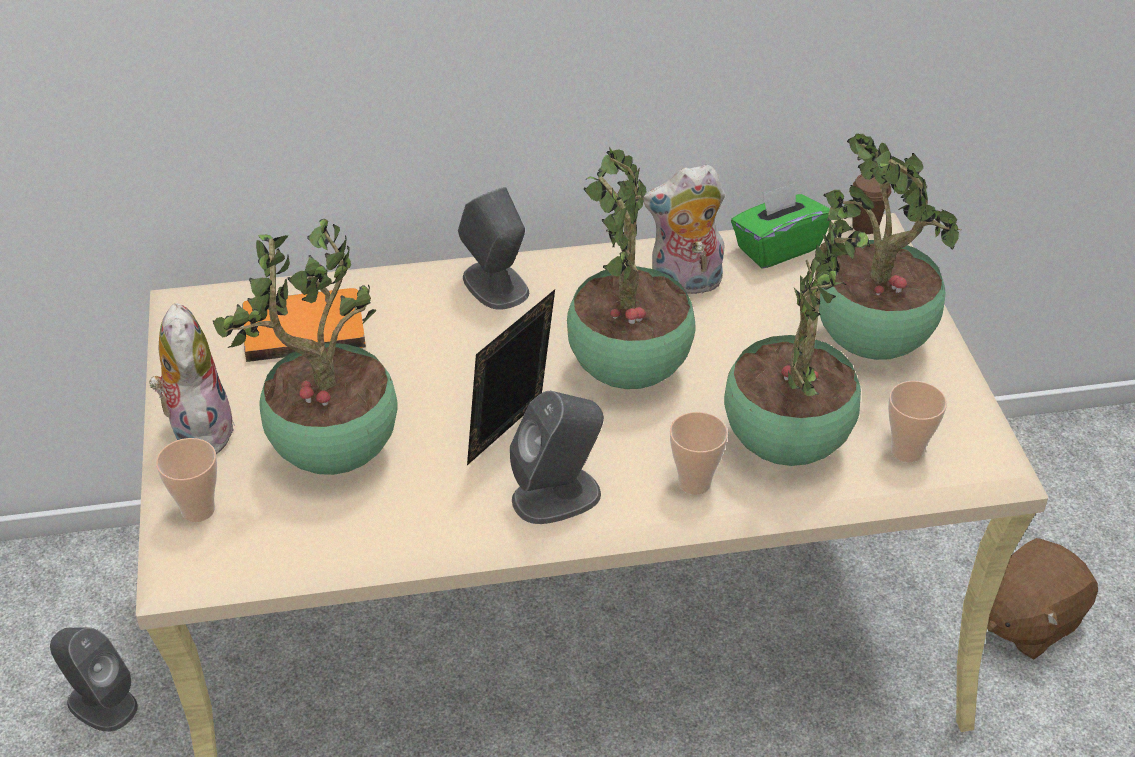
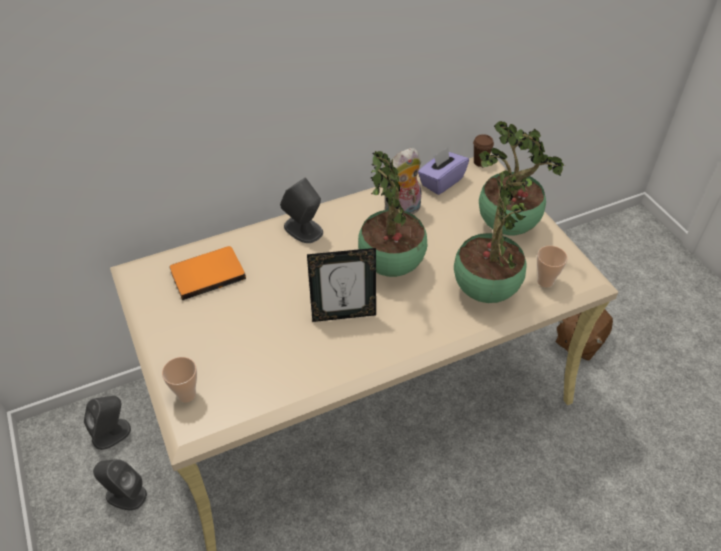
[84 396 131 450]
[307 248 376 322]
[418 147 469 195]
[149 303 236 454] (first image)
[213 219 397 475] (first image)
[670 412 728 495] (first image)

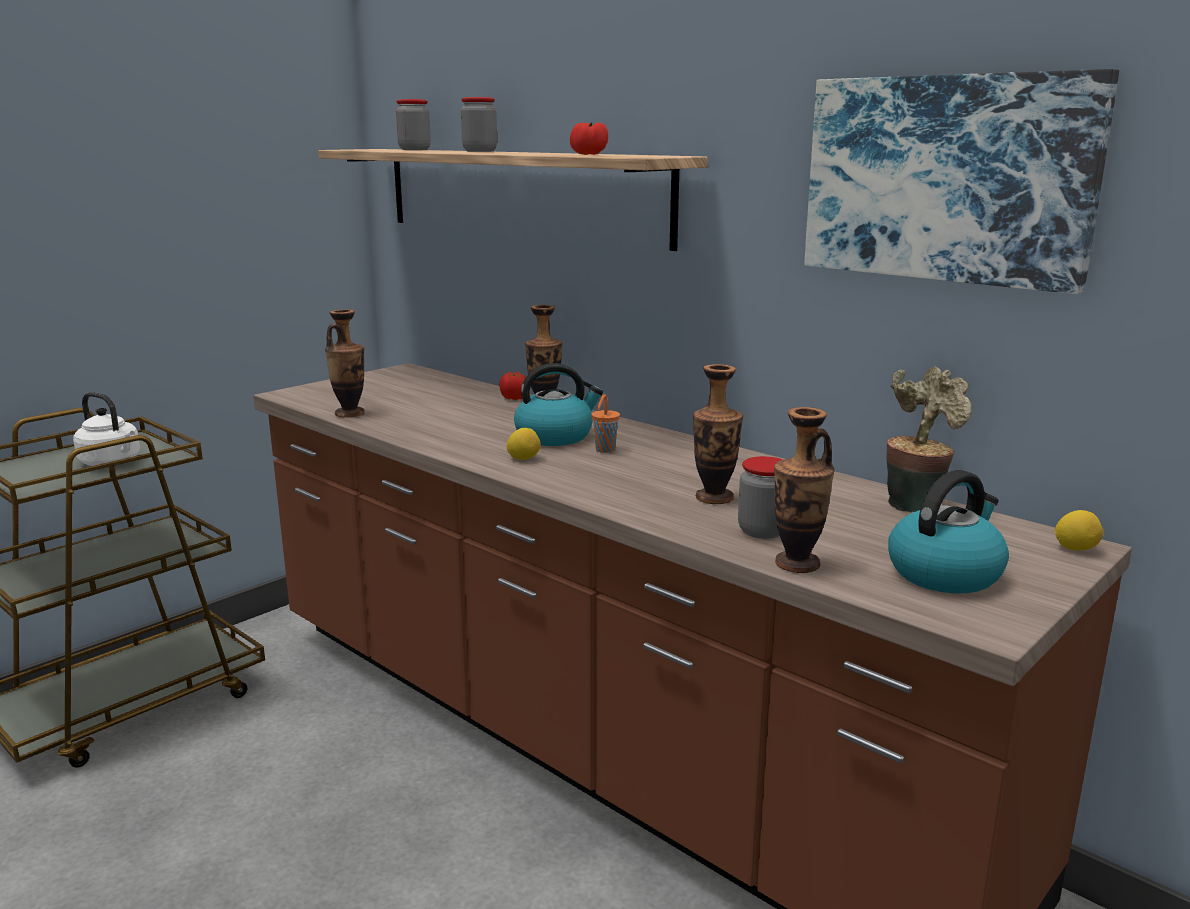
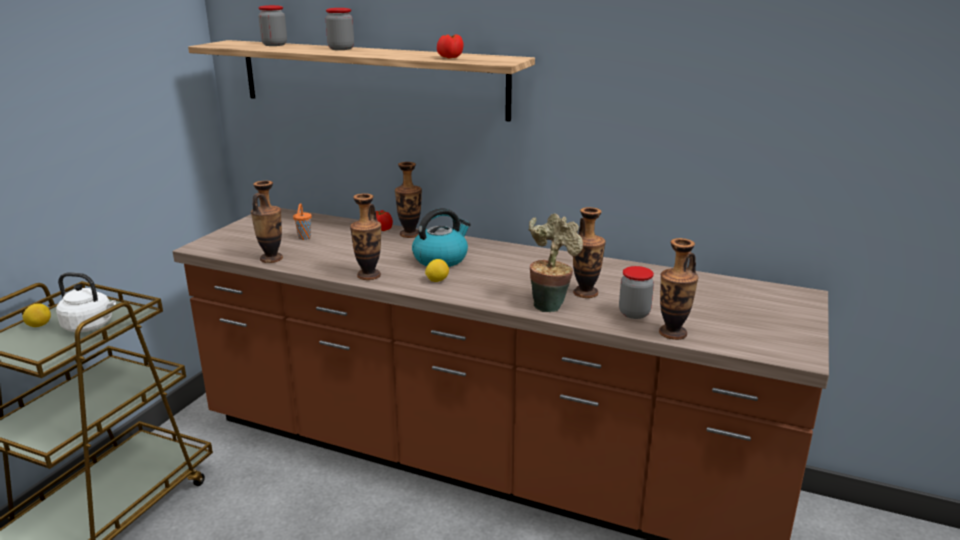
[23 303 51 327]
[293 203 312 240]
[350 193 381 280]
[528 213 583 312]
[804 69 1119 294] (first image)
[888 470 1009 593] (first image)

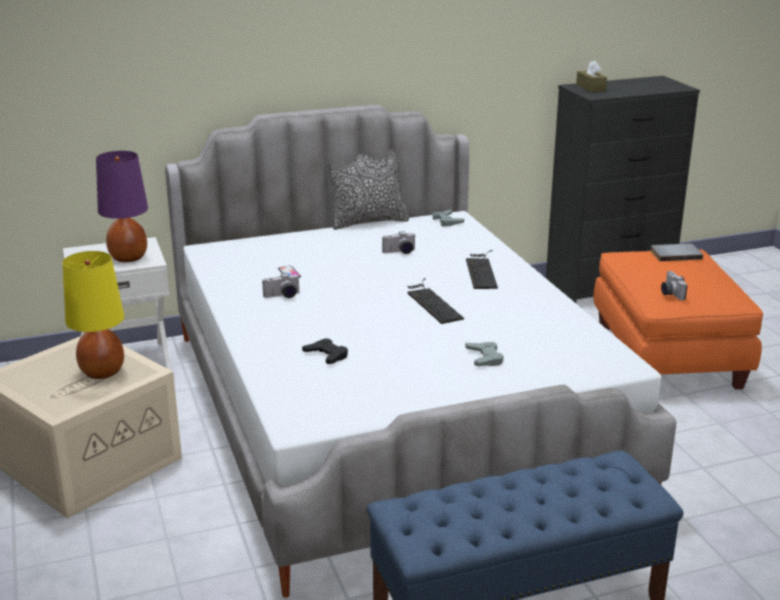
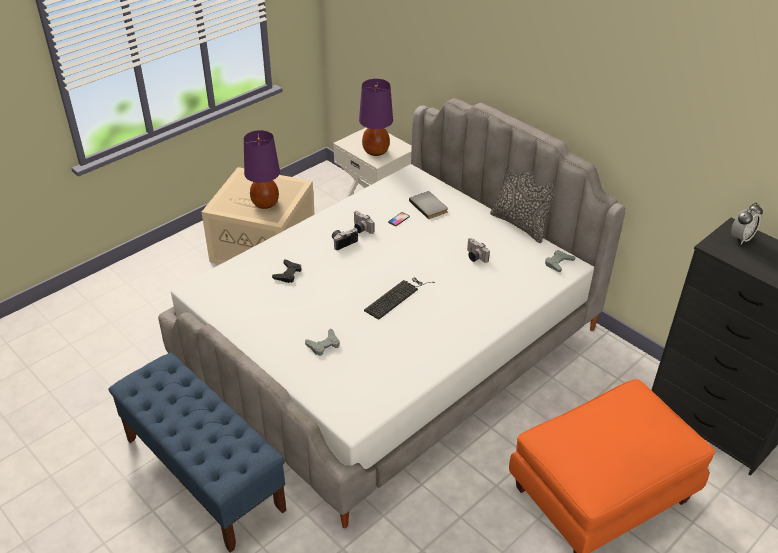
[244 130 280 209]
[332 228 358 250]
[409 191 448 219]
[731 203 763 244]
[466 250 498 289] (first image)

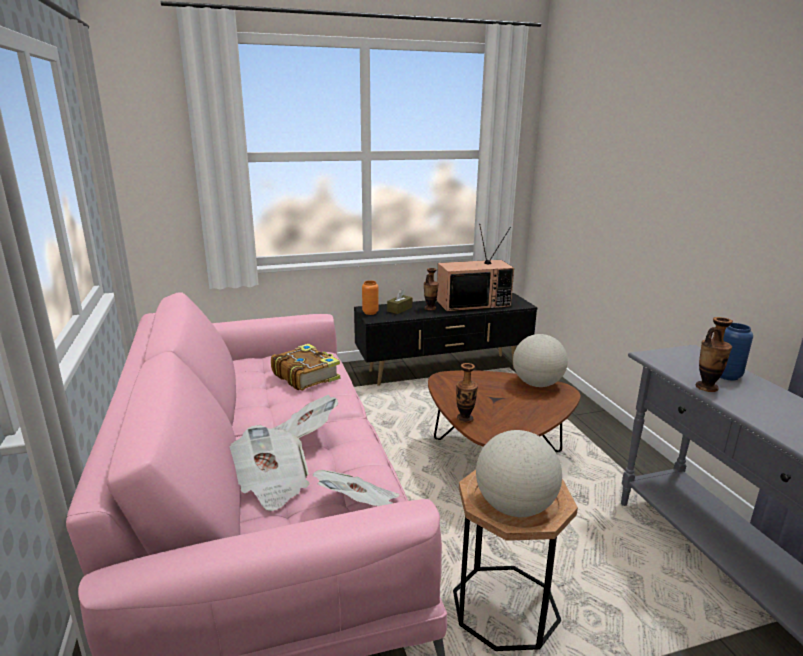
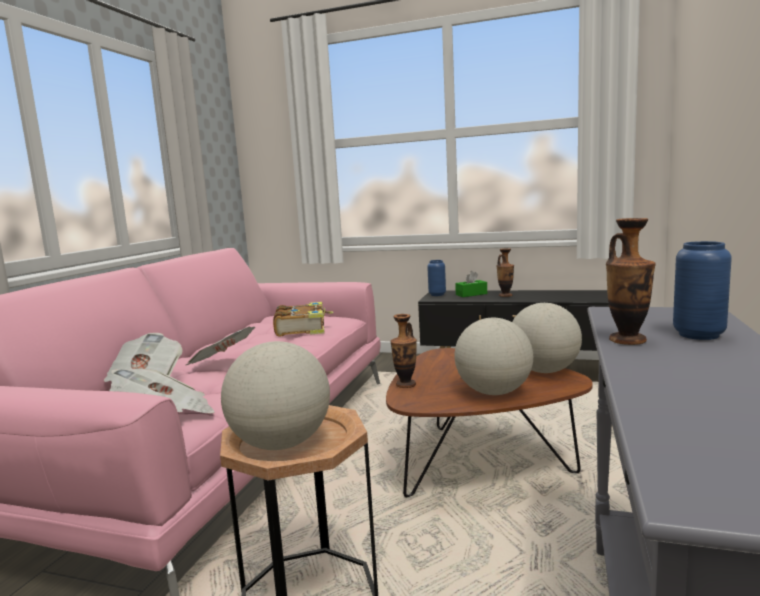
[427 260 446 296]
[454 318 533 395]
[455 271 487 297]
[437 224 514 312] (first image)

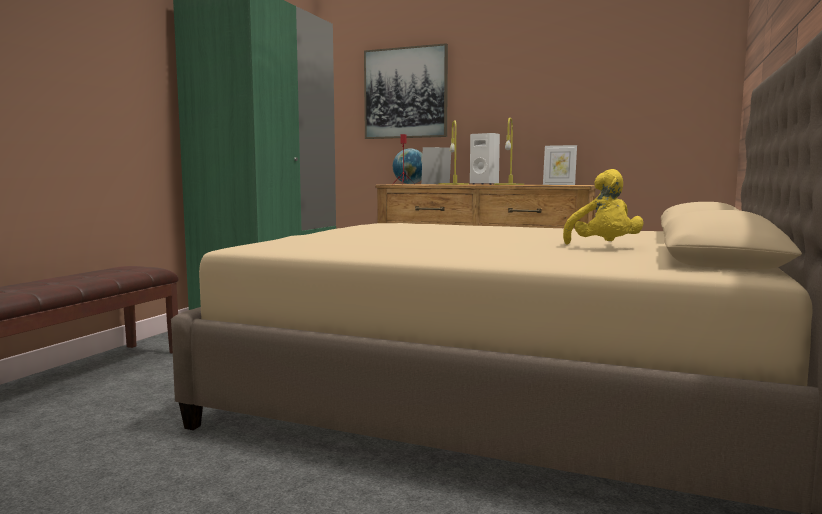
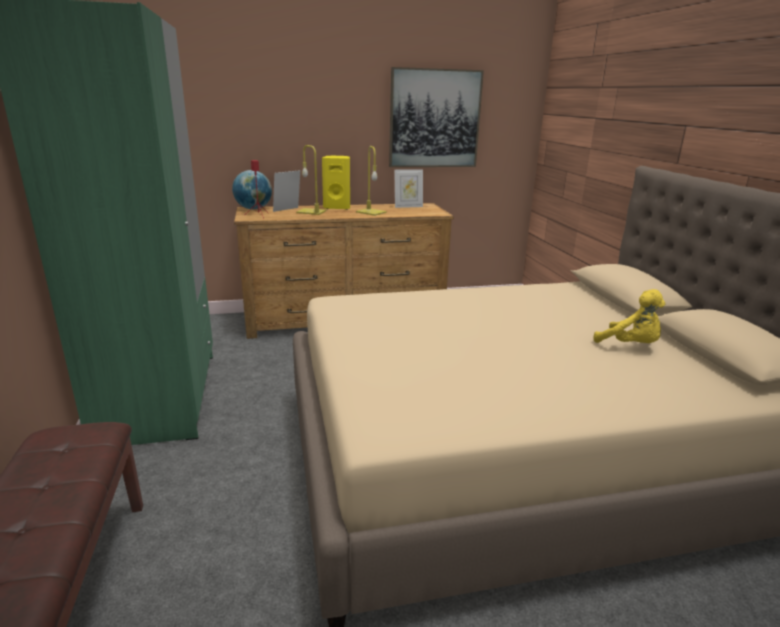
[322 156 350 210]
[389 67 484 167]

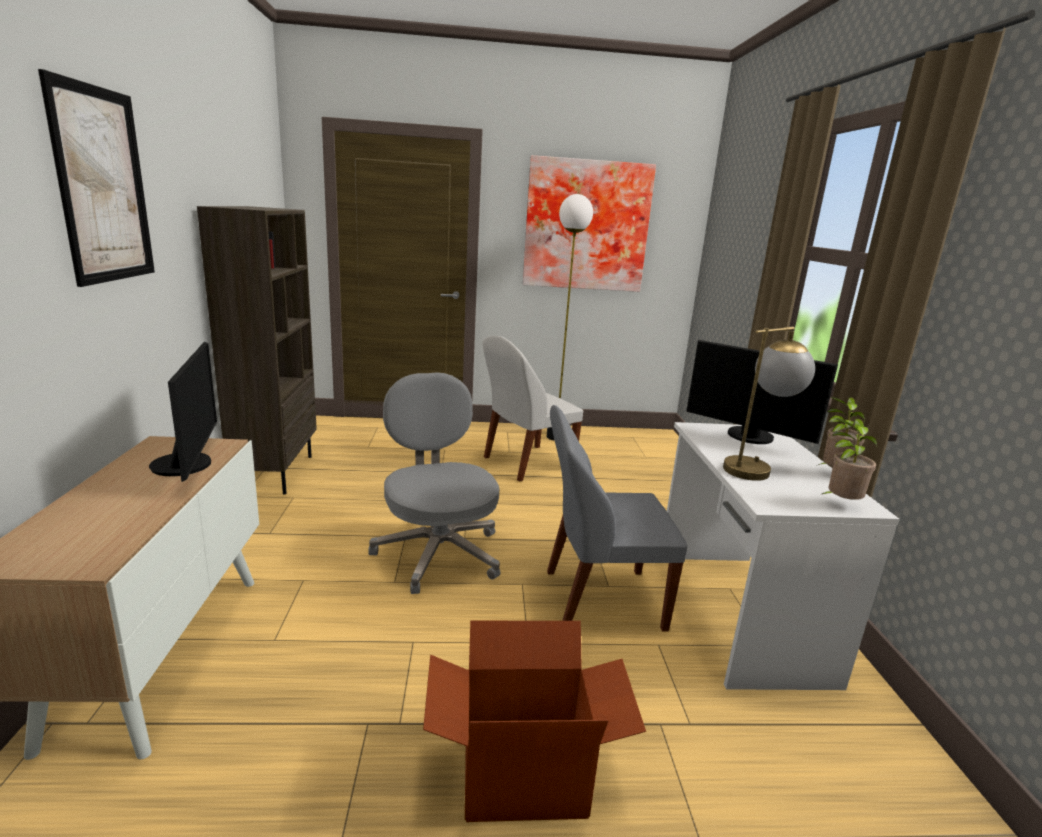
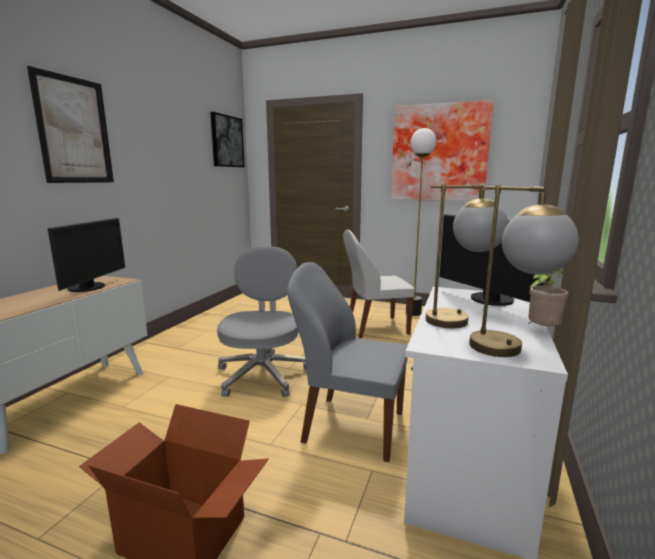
[210 112 245 167]
[469 185 579 357]
[197 206 317 494] (first image)

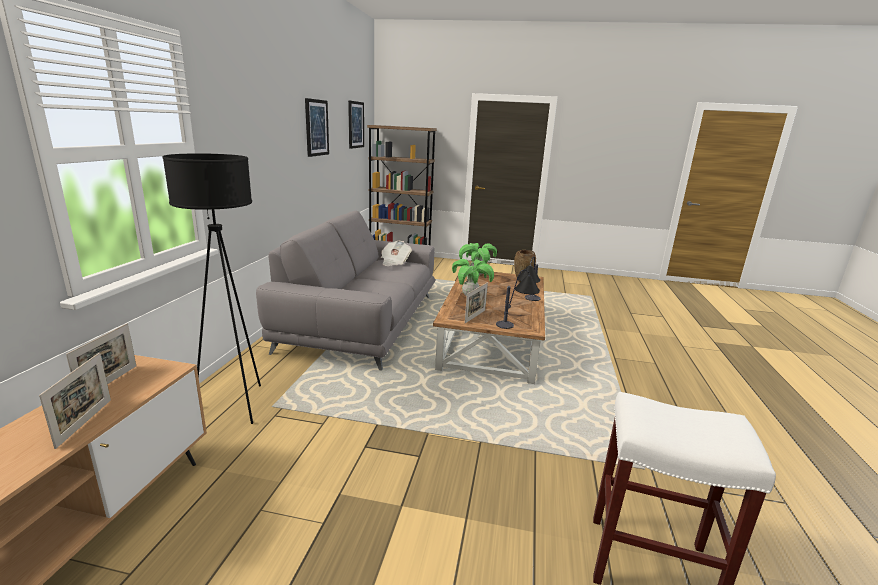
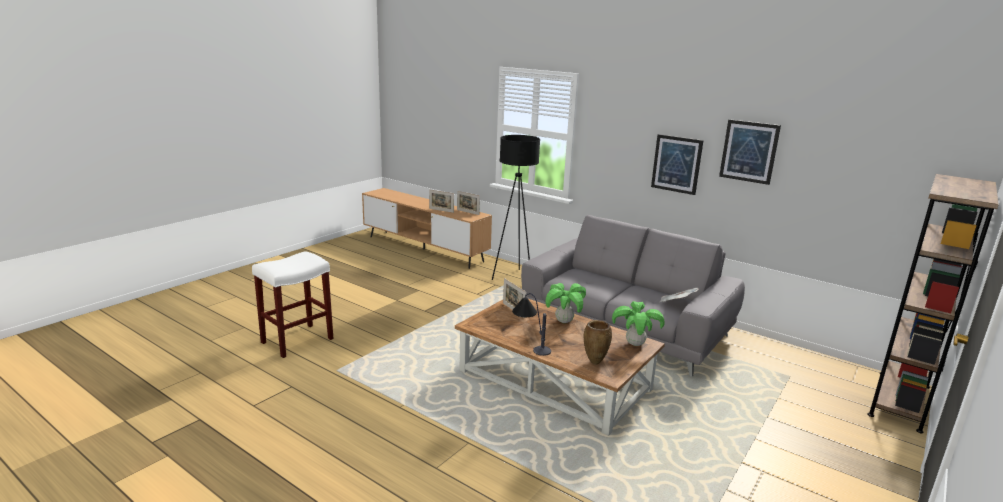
[651 134 704 195]
[496 269 540 329] (first image)

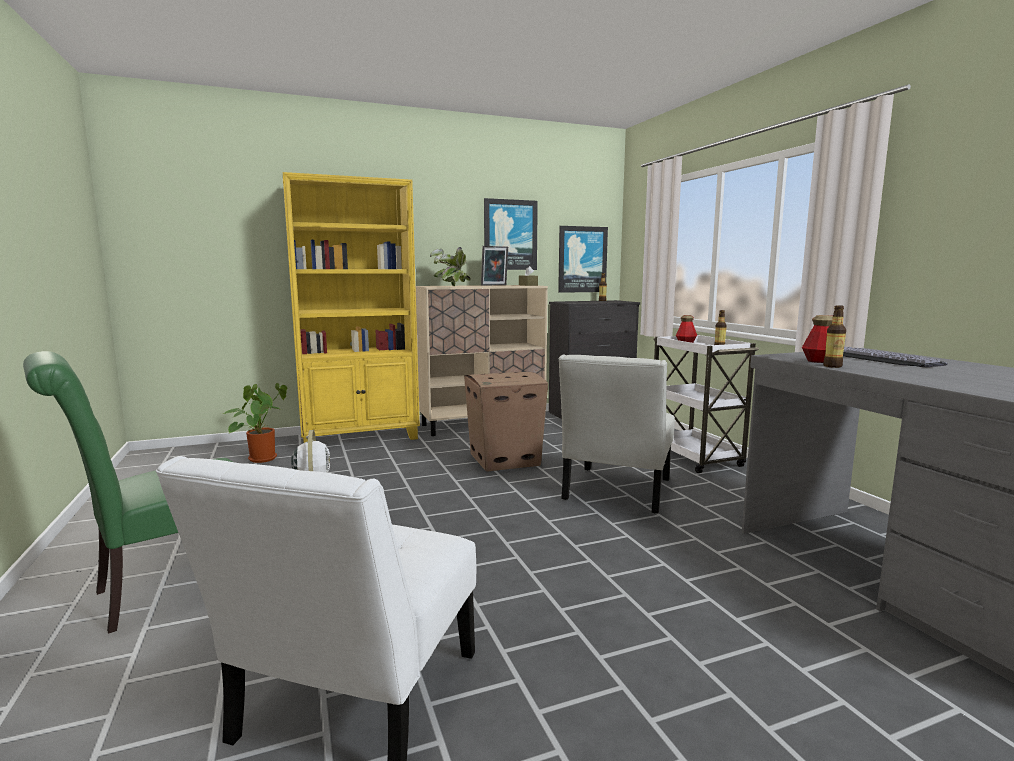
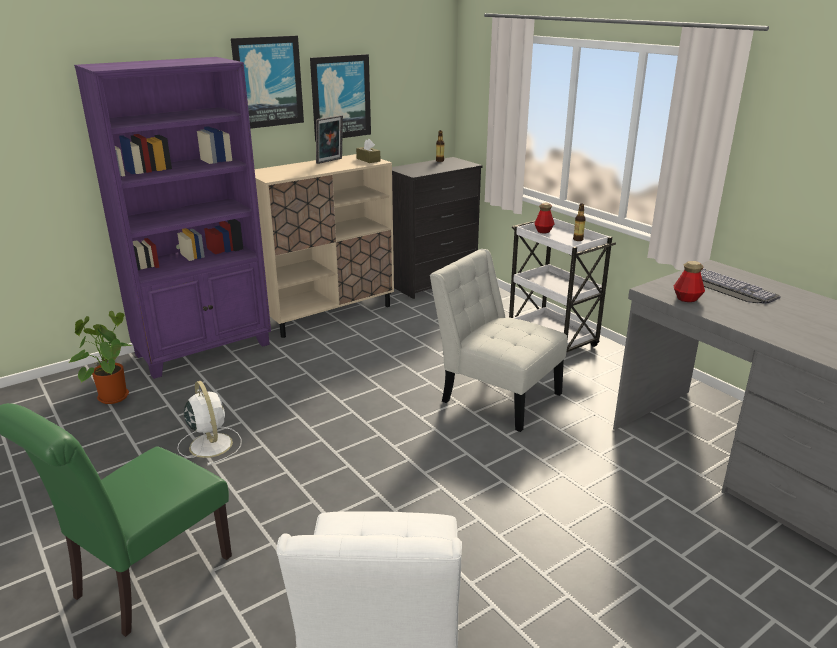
[74 57 271 379]
[231 36 304 129]
[430 249 568 432]
[430 247 471 286] (first image)
[464 372 548 472] (first image)
[823 305 846 368] (first image)

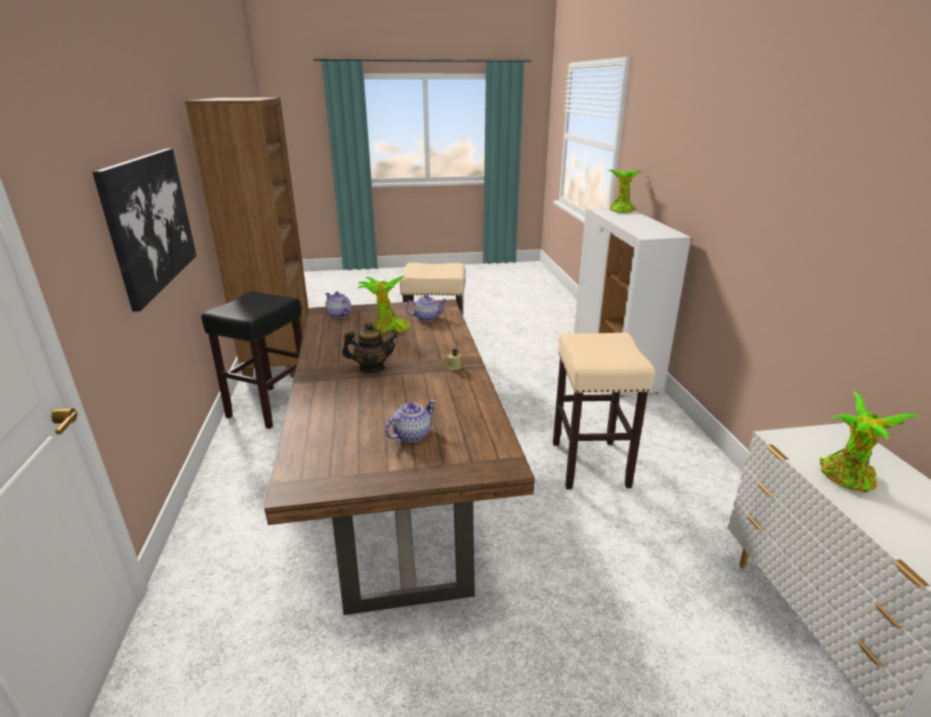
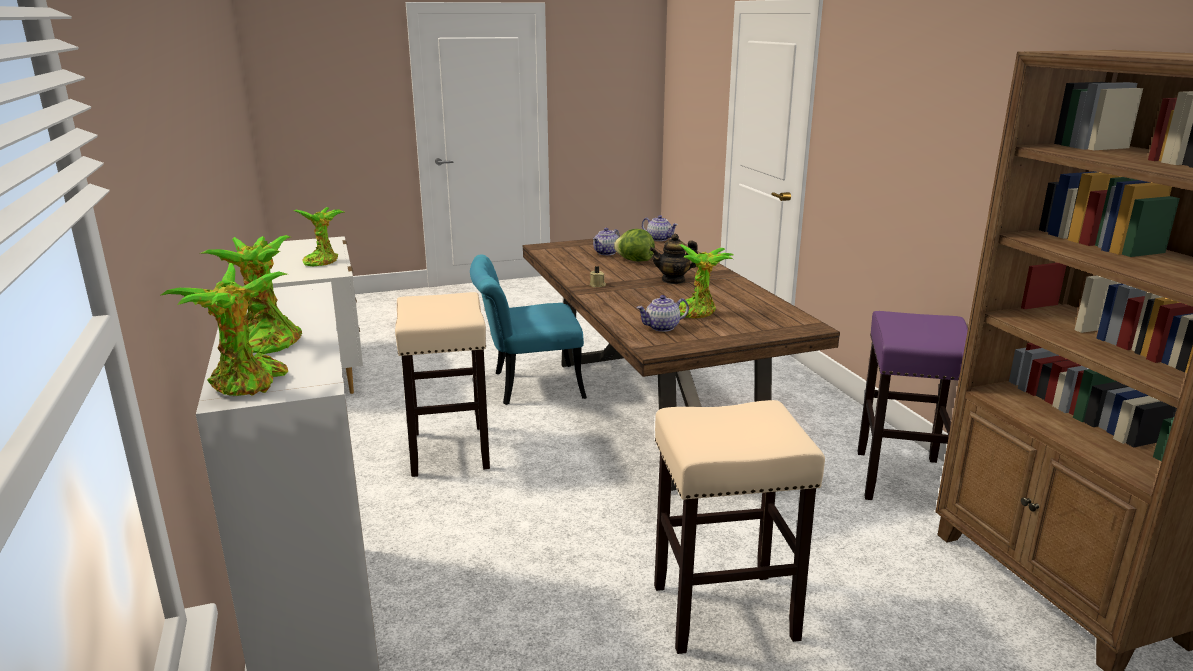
[202 235 302 354]
[470 254 587 405]
[614 229 655 261]
[642 215 678 241]
[857 311 968 500]
[92 148 197 312] (first image)

